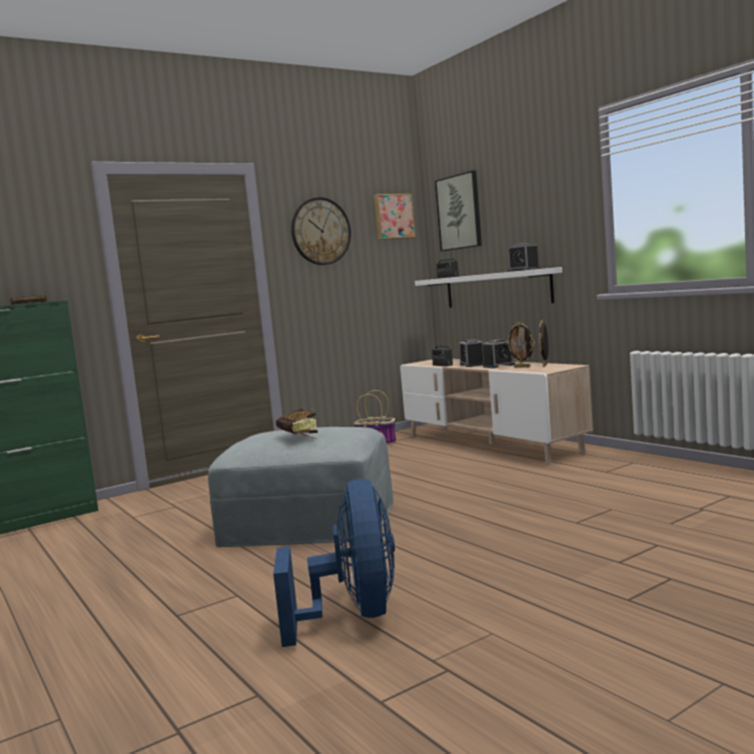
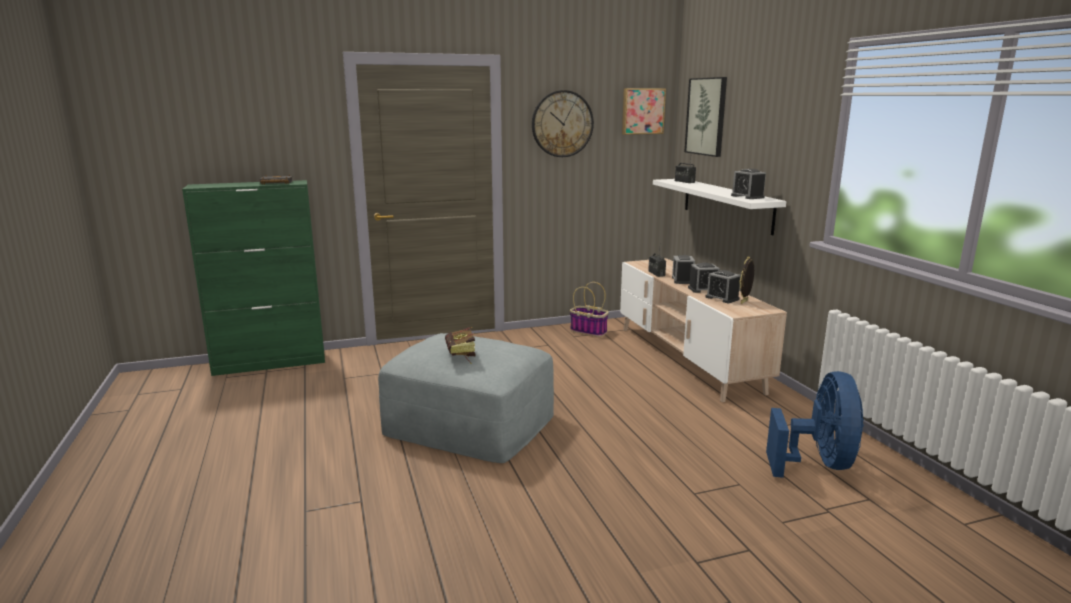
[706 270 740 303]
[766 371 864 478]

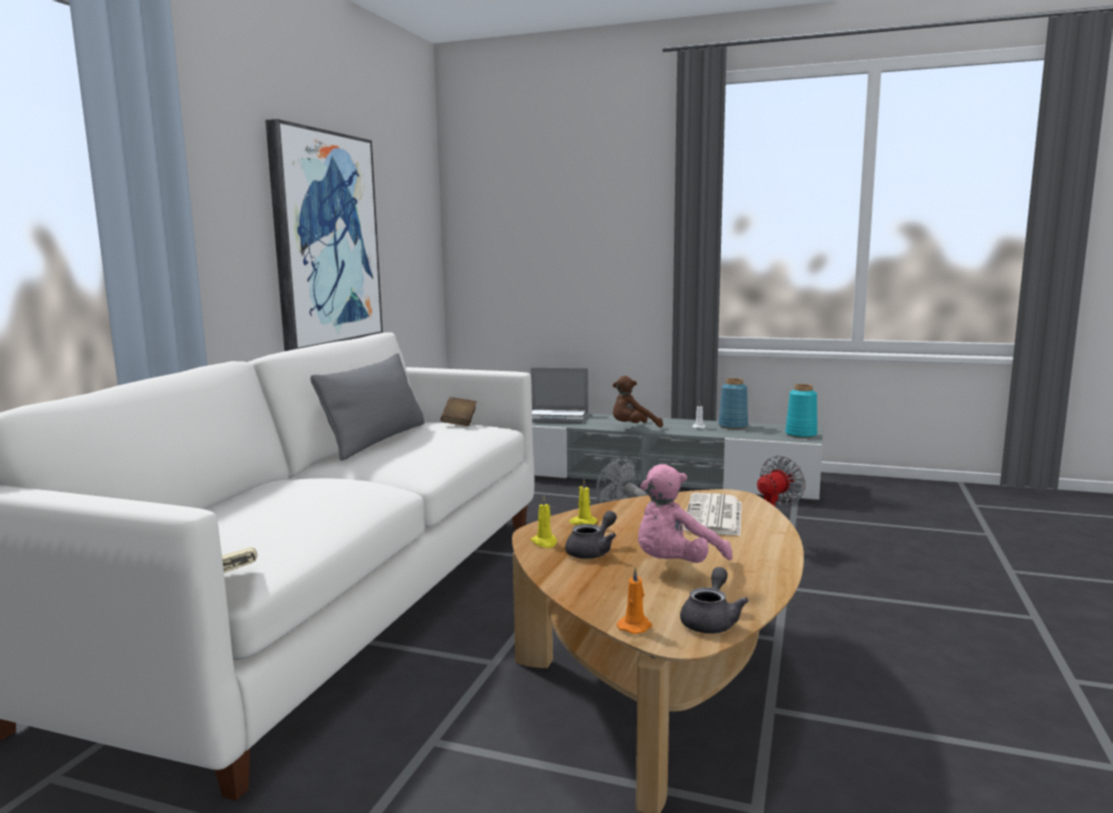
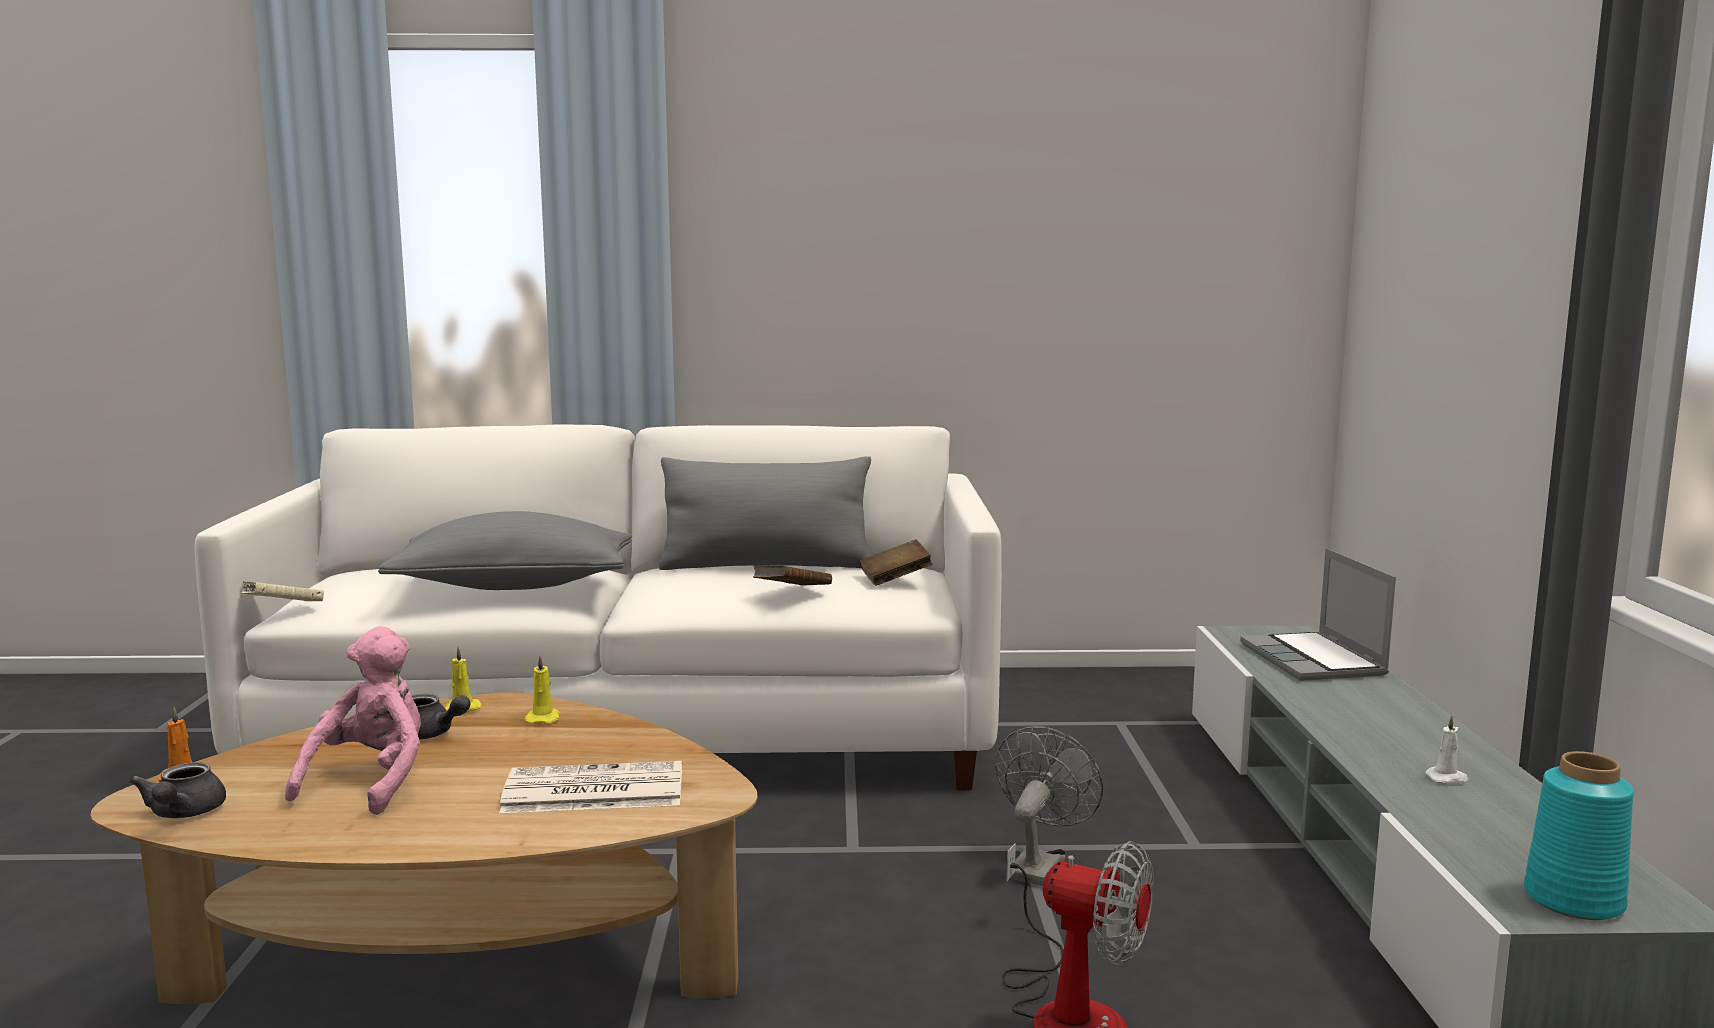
[129 762 226 818]
[285 626 421 815]
[378 511 632 590]
[753 565 832 585]
[265 119 383 351] (first image)
[613 376 663 428] (first image)
[718 378 748 429] (first image)

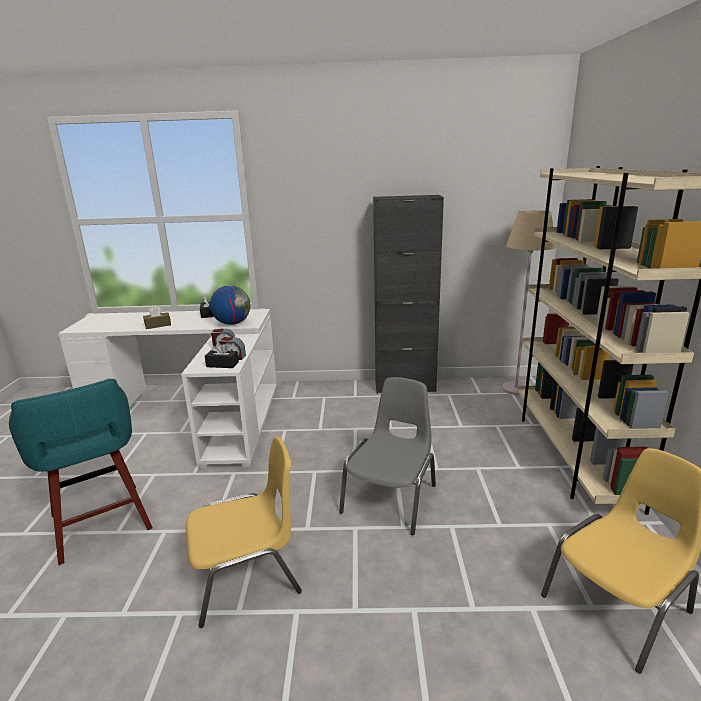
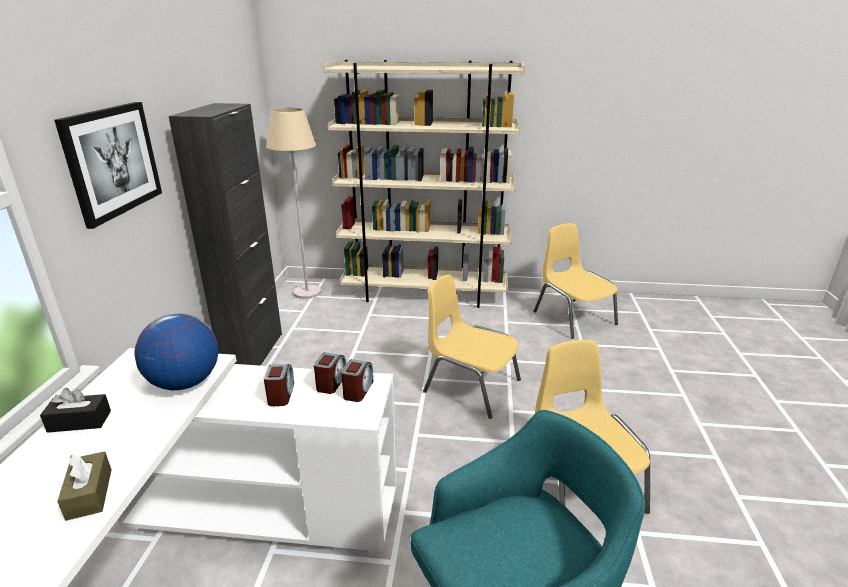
[54 102 162 229]
[341 359 373 402]
[423 274 521 419]

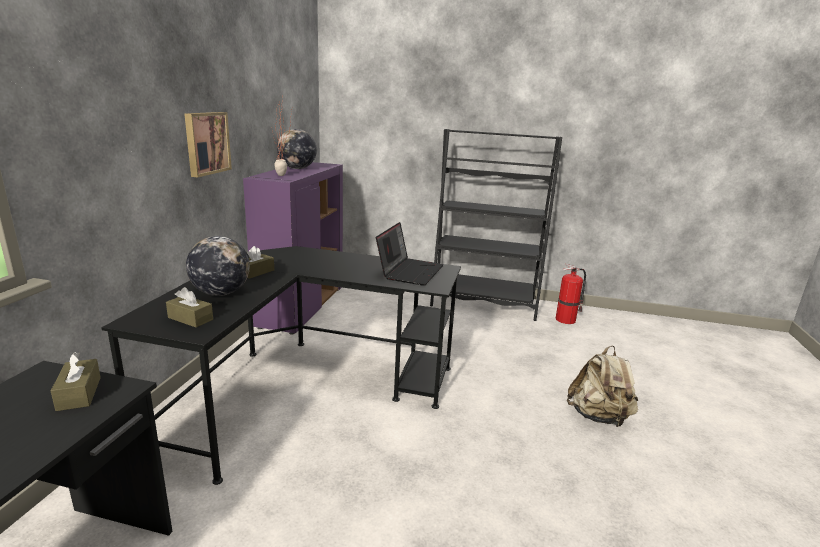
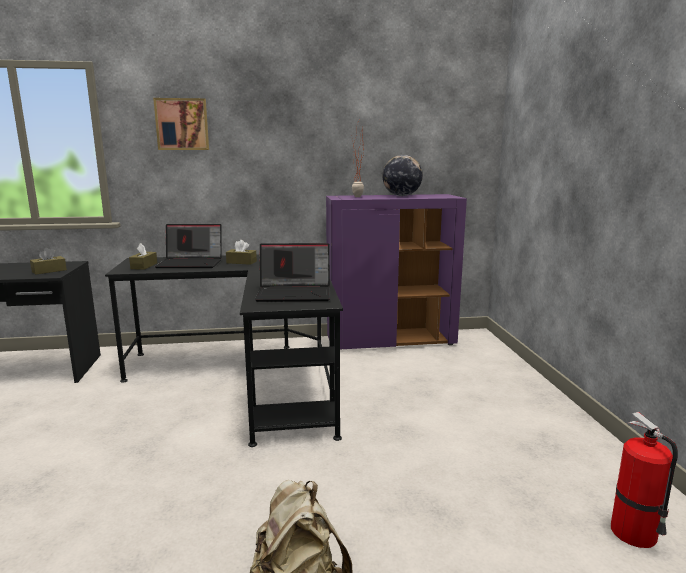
[153 98 209 150]
[155 224 222 268]
[430 129 562 321] (first image)

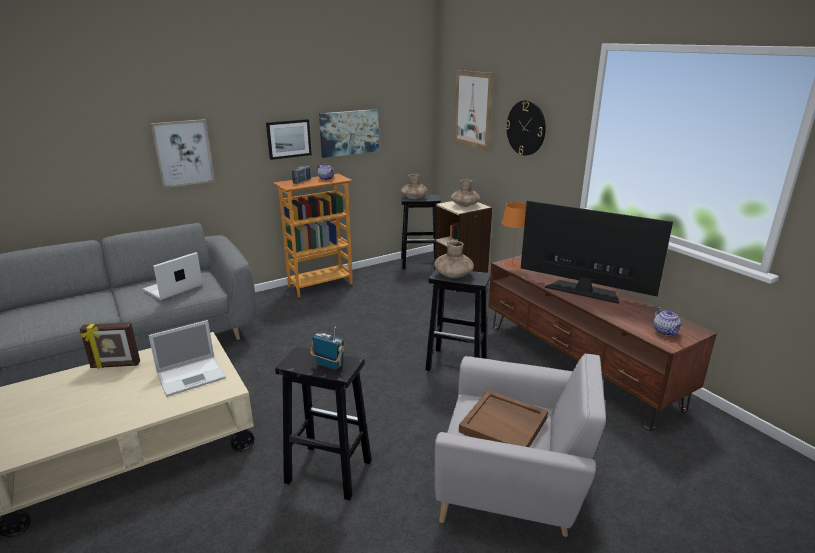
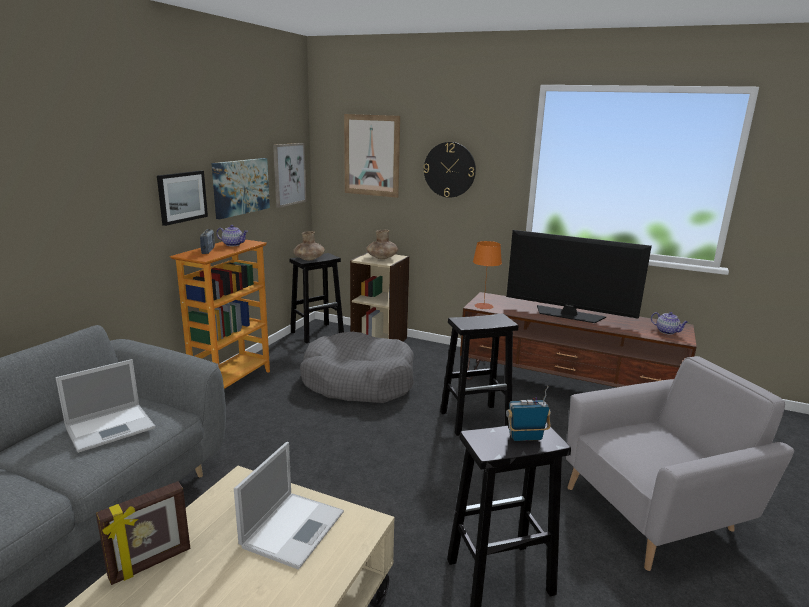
[56 359 156 453]
[273 143 306 208]
[300 332 414 403]
[506 230 652 323]
[434 240 474 278] (first image)
[459 390 548 447] (first image)

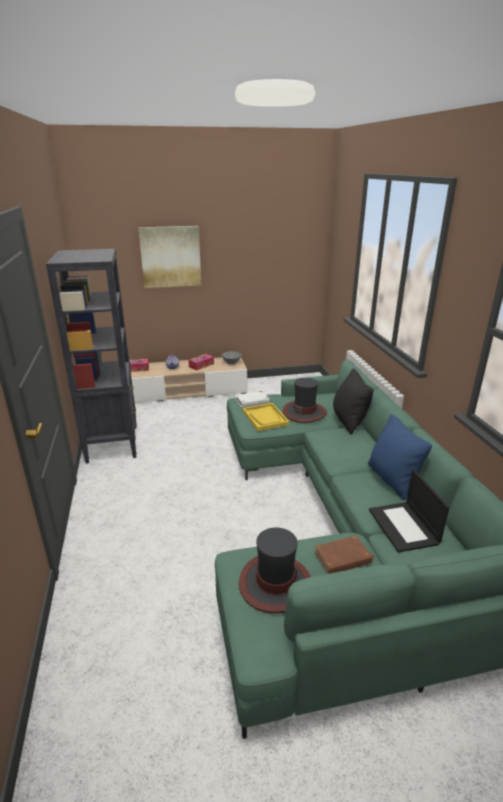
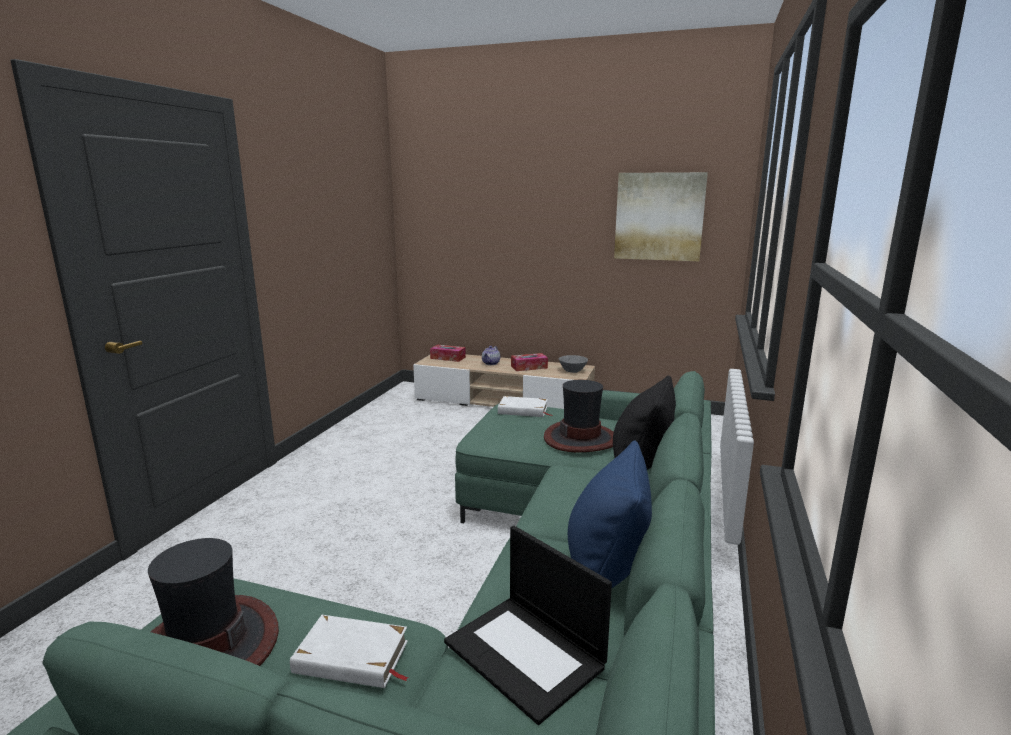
[290 615 409 688]
[444 526 612 725]
[614 172 708 261]
[46 249 137 464] (first image)
[243 403 289 431] (first image)

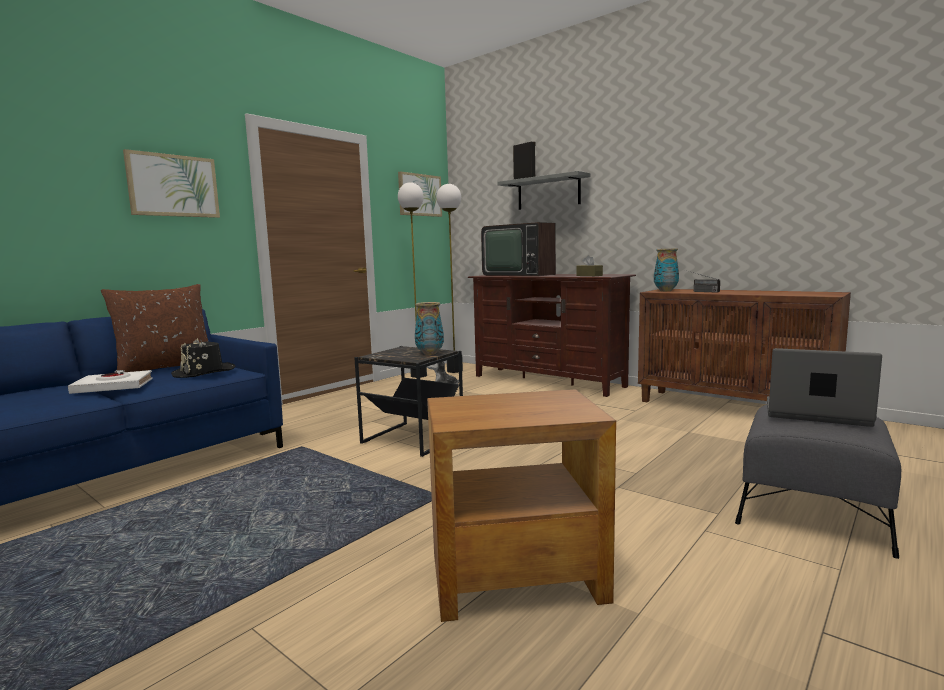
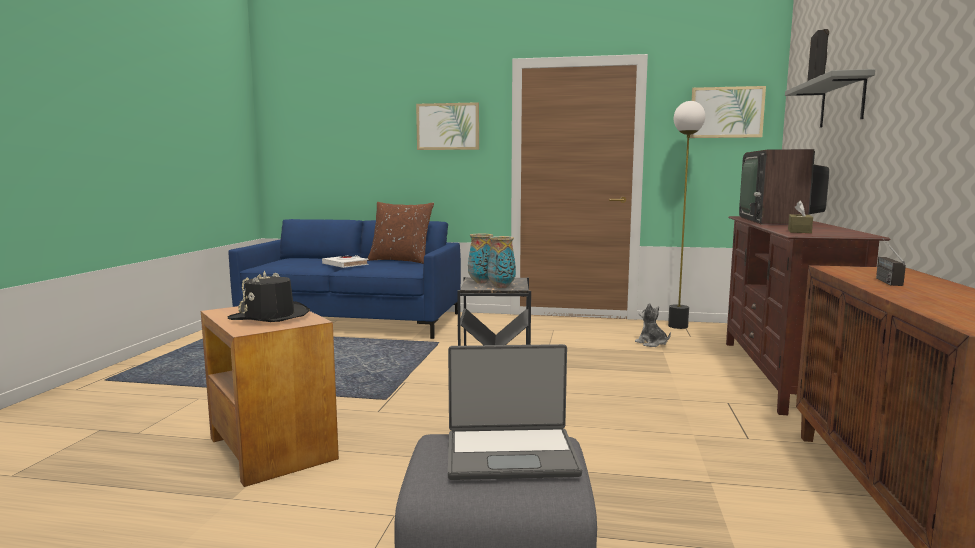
[228 270 310 322]
[448 344 582 480]
[468 234 493 283]
[436 184 463 373] (first image)

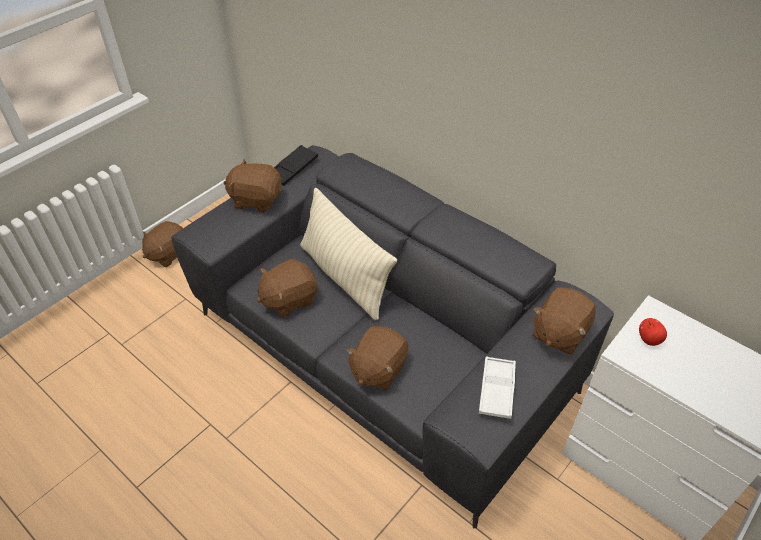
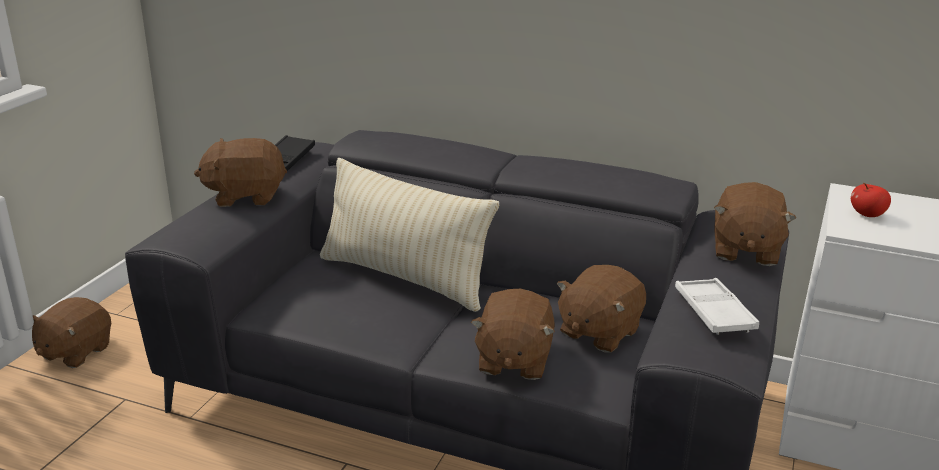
[557 265 646 353]

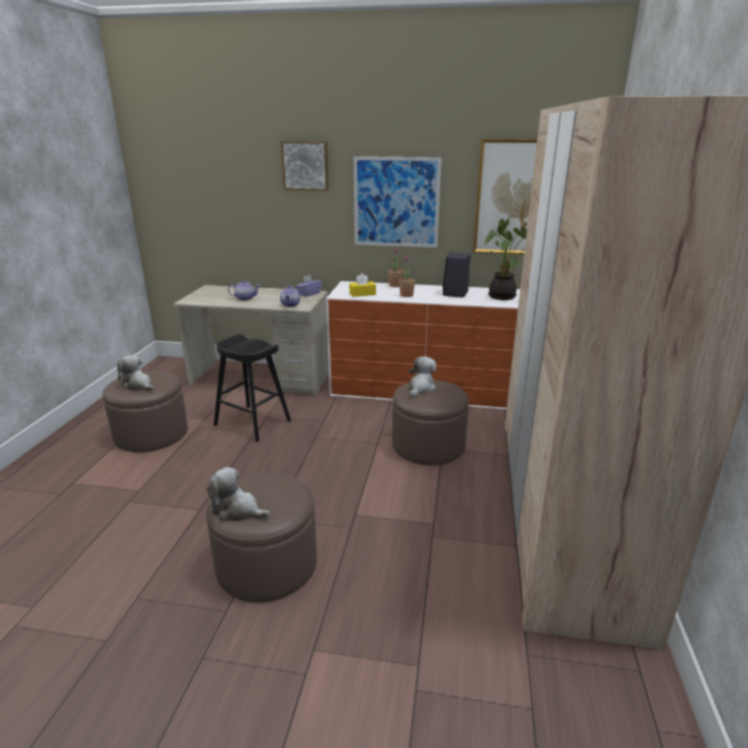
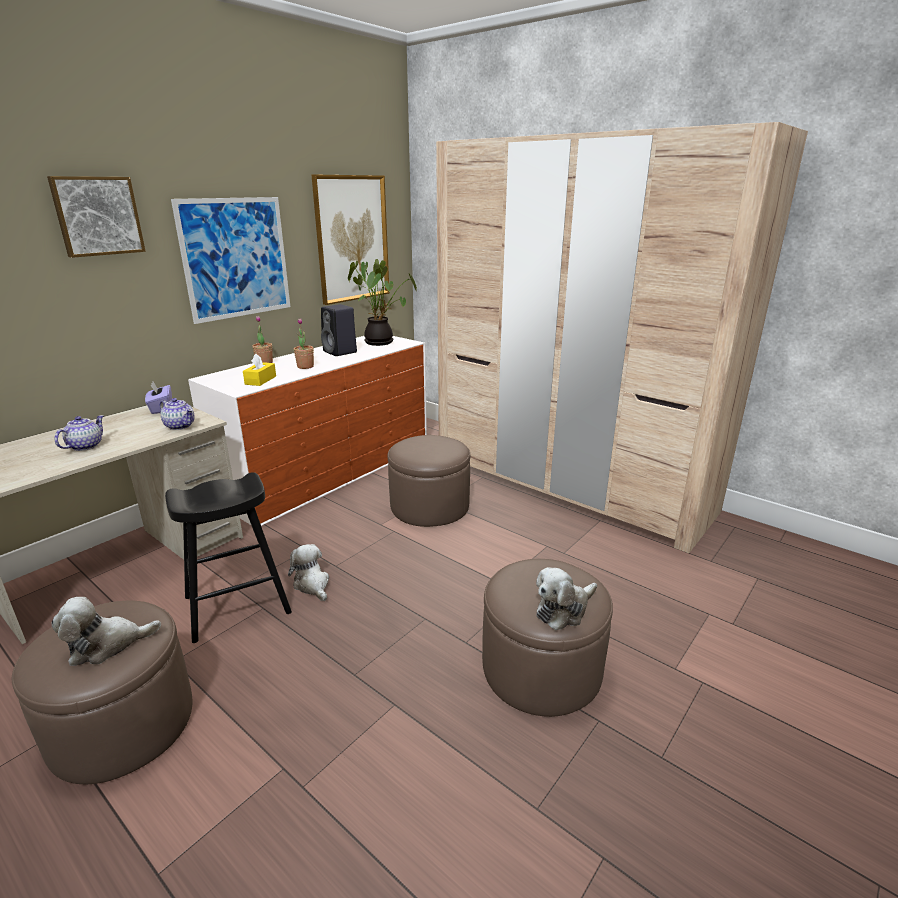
[288 544 329 601]

